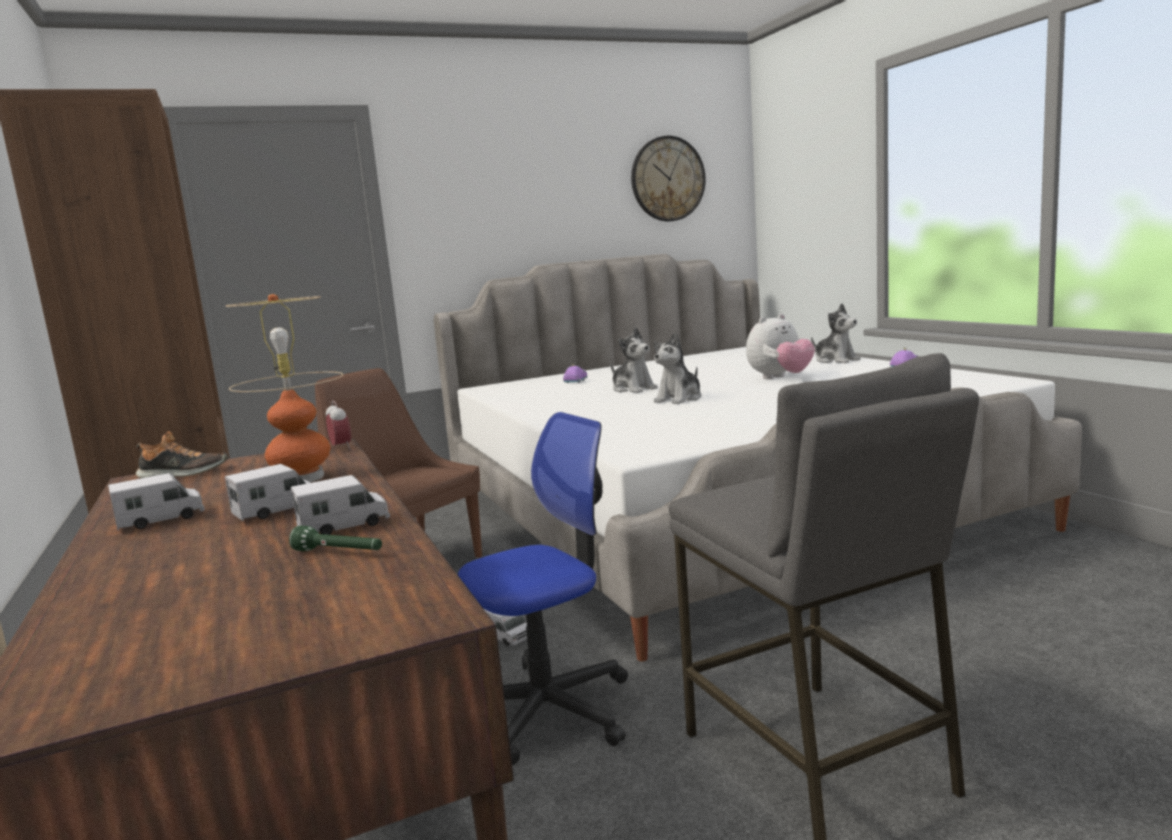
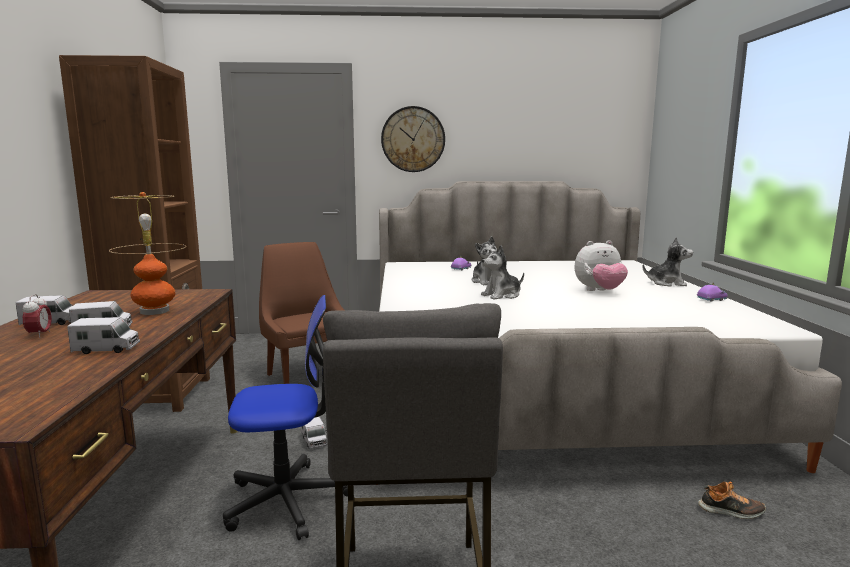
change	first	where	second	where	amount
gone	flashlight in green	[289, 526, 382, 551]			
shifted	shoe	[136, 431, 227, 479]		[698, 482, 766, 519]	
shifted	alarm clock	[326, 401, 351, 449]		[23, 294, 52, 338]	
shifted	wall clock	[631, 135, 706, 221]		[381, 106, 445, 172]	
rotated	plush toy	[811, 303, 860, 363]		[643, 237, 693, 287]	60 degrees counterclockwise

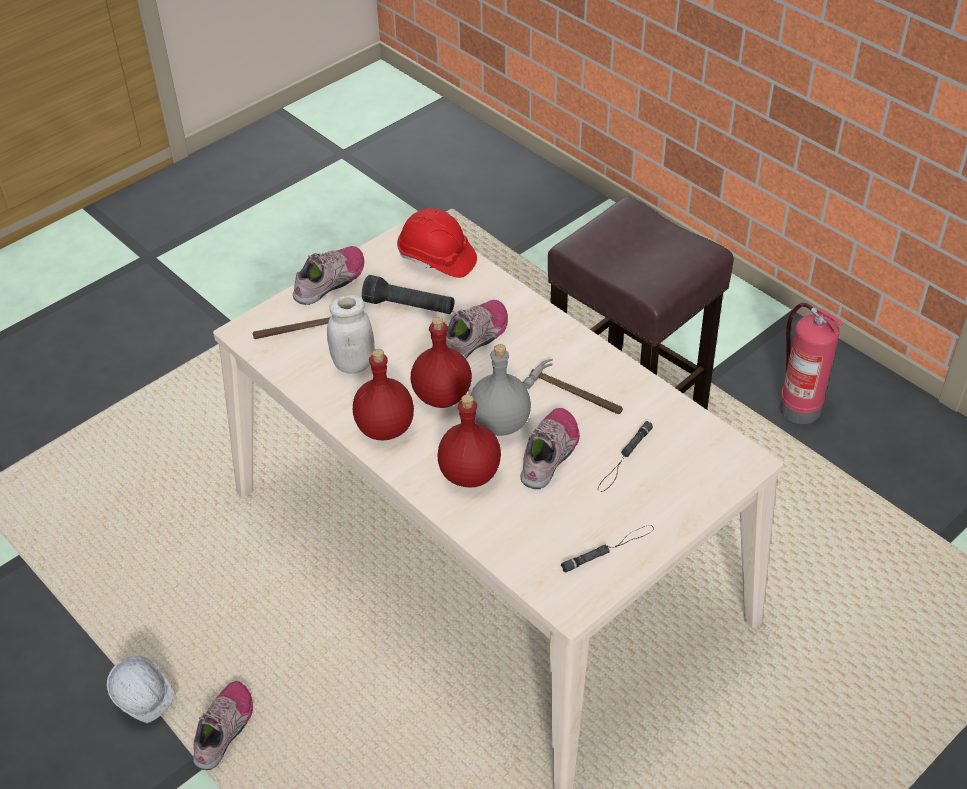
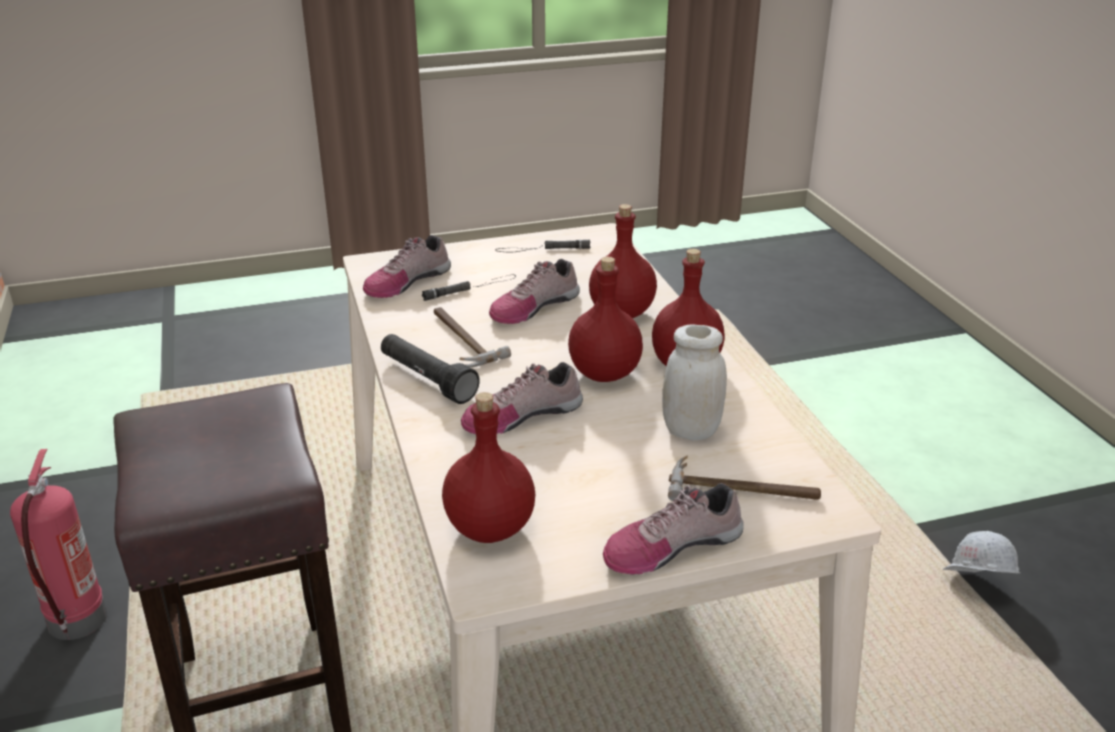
change	first	where	second	where	amount
gone	bottle in grey	[471, 344, 531, 436]			
shifted	shoe	[193, 681, 253, 770]		[363, 235, 451, 298]	
shifted	flashlight in black	[362, 275, 454, 314]		[381, 334, 480, 404]	
swapped	hard hat in red	[397, 208, 477, 278]	bottle in red	[442, 392, 535, 543]	

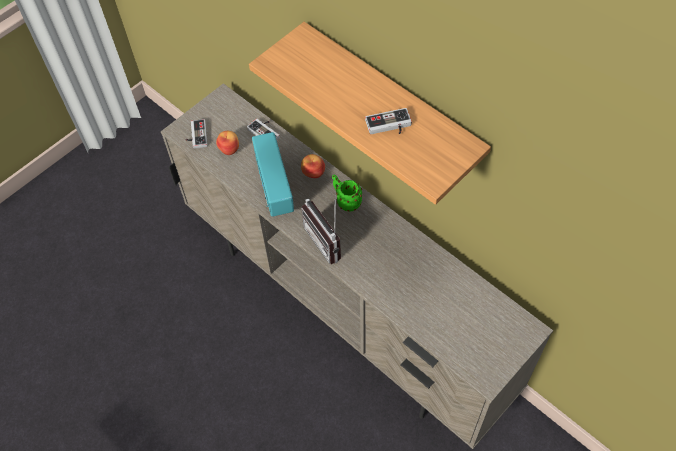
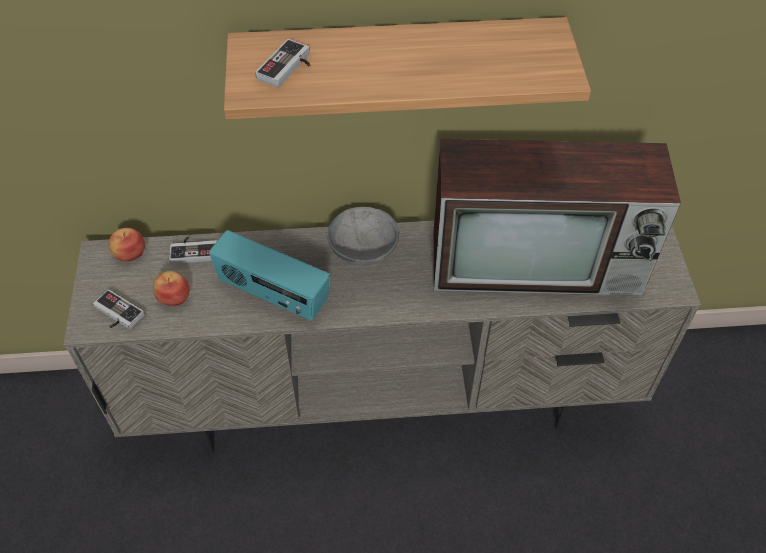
change	first	where	second	where	amount
gone	radio	[301, 195, 341, 264]			
new			television	[433, 139, 681, 296]	
shifted	apple	[301, 154, 325, 178]		[108, 228, 145, 261]	
shifted	game controller	[365, 108, 412, 134]		[255, 39, 310, 88]	
swapped	mug in green	[332, 175, 362, 212]	bowl in grey	[327, 207, 399, 266]	

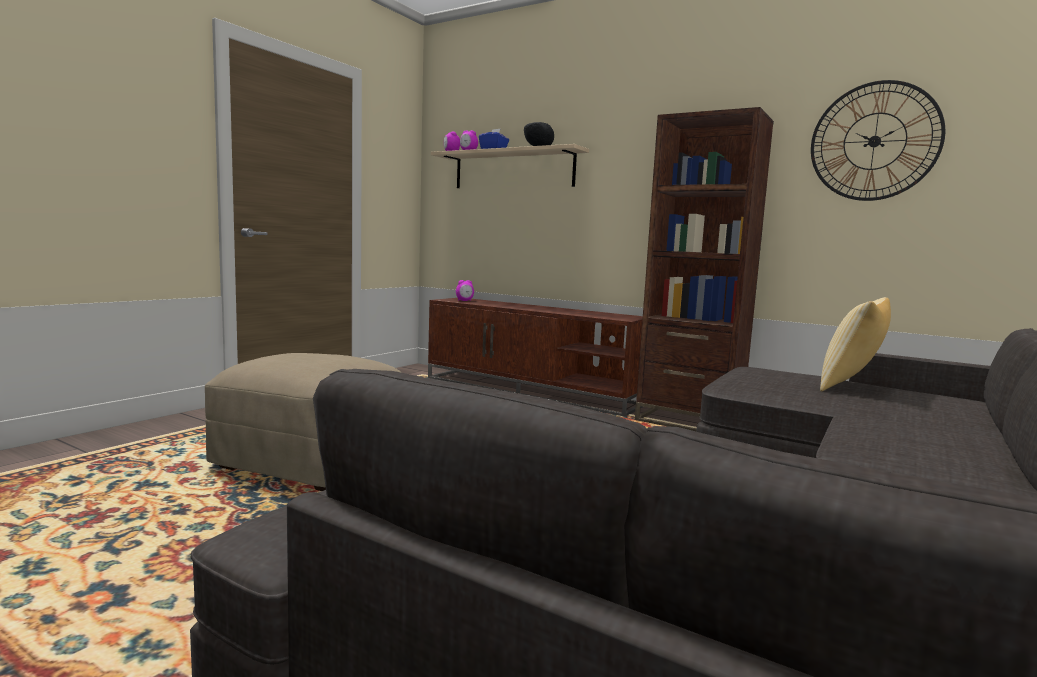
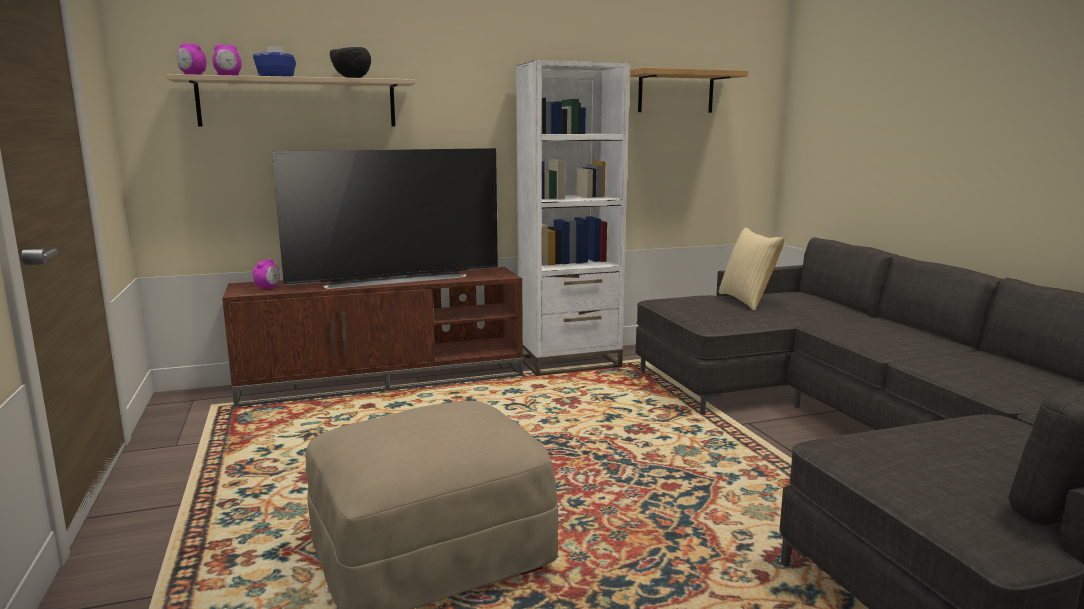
change	first	where	second	where	amount
new			television	[272, 148, 498, 289]	
swapped	wall clock	[811, 80, 945, 201]	shelf	[630, 67, 748, 113]	
repainted	bookcase in brown	[635, 107, 774, 431]	bookcase in white	[516, 60, 630, 376]	

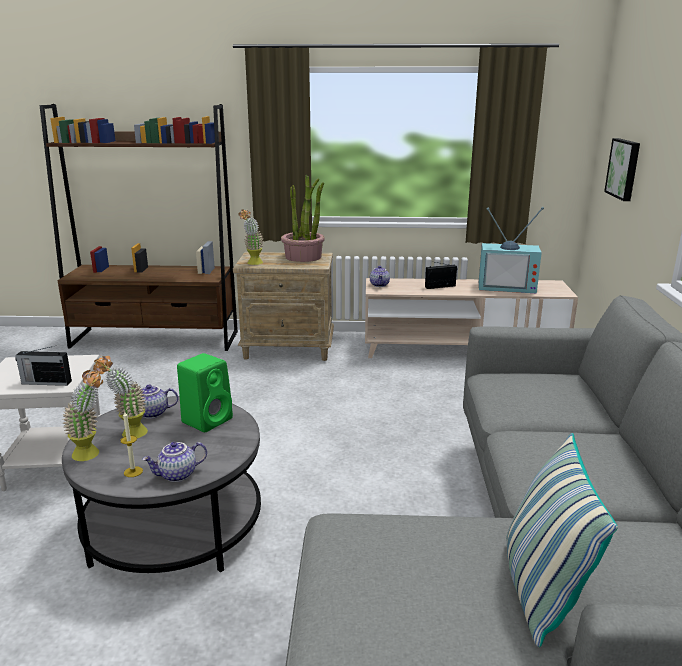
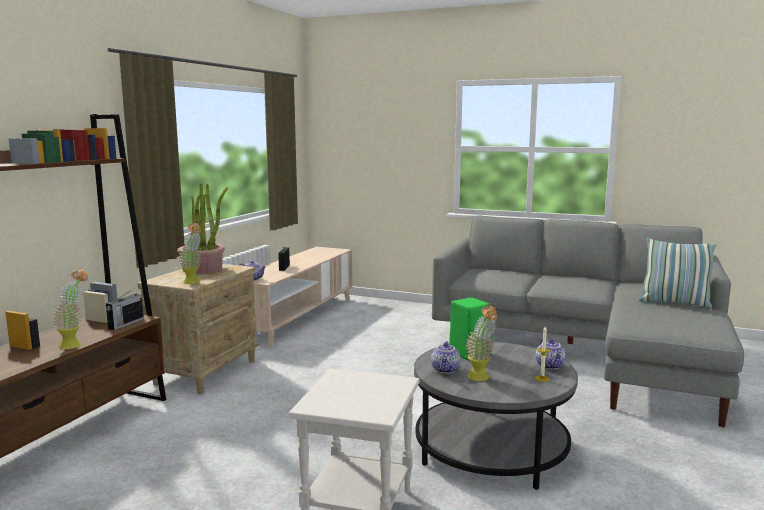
change	first	where	second	where	amount
gone	television	[479, 207, 544, 293]			
gone	picture	[604, 138, 640, 201]			
shifted	radio	[15, 346, 72, 386]		[106, 289, 144, 330]	
shifted	potted plant	[62, 370, 103, 461]		[53, 269, 88, 349]	

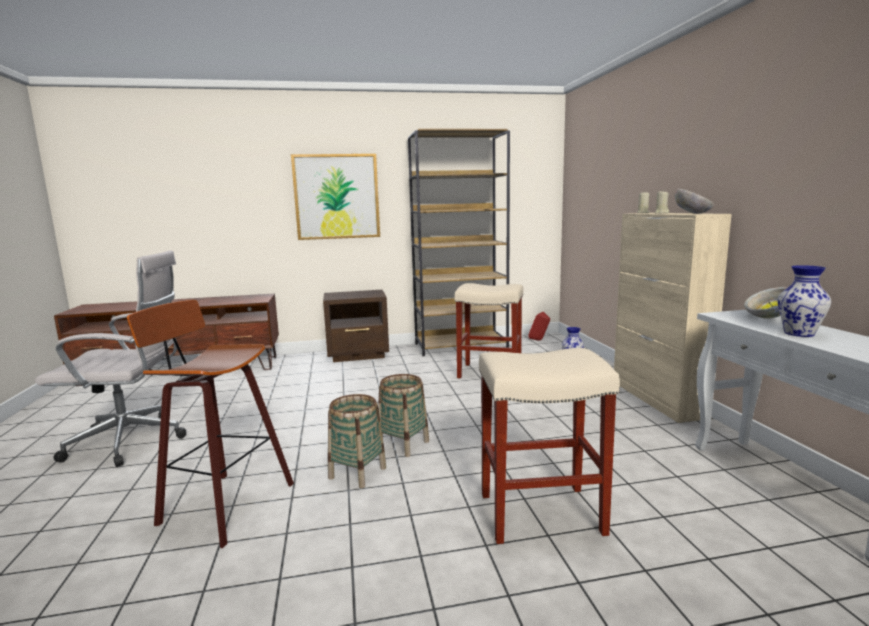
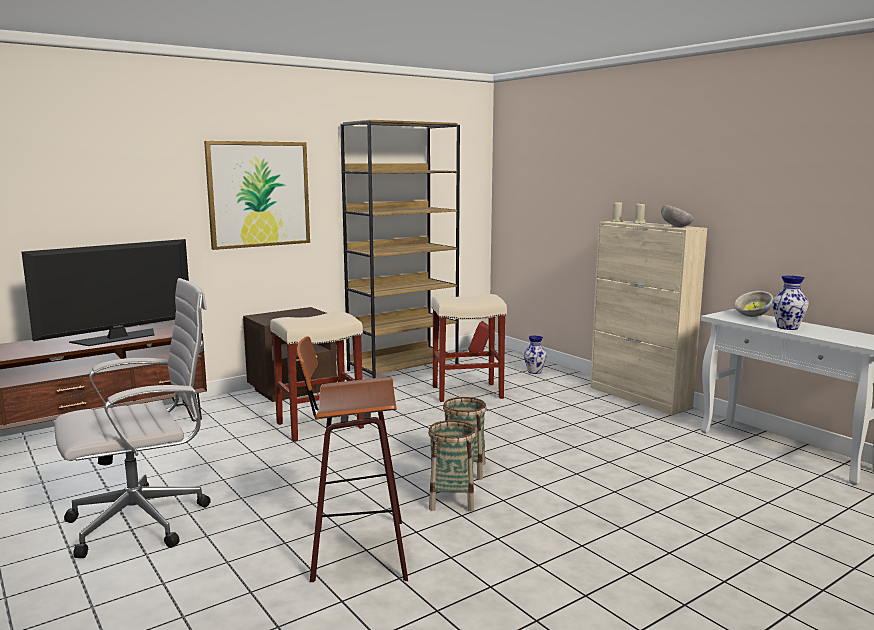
change	first	where	second	where	amount
new			television	[22, 239, 189, 346]	
shifted	stool in beige	[479, 348, 620, 544]		[270, 312, 364, 441]	

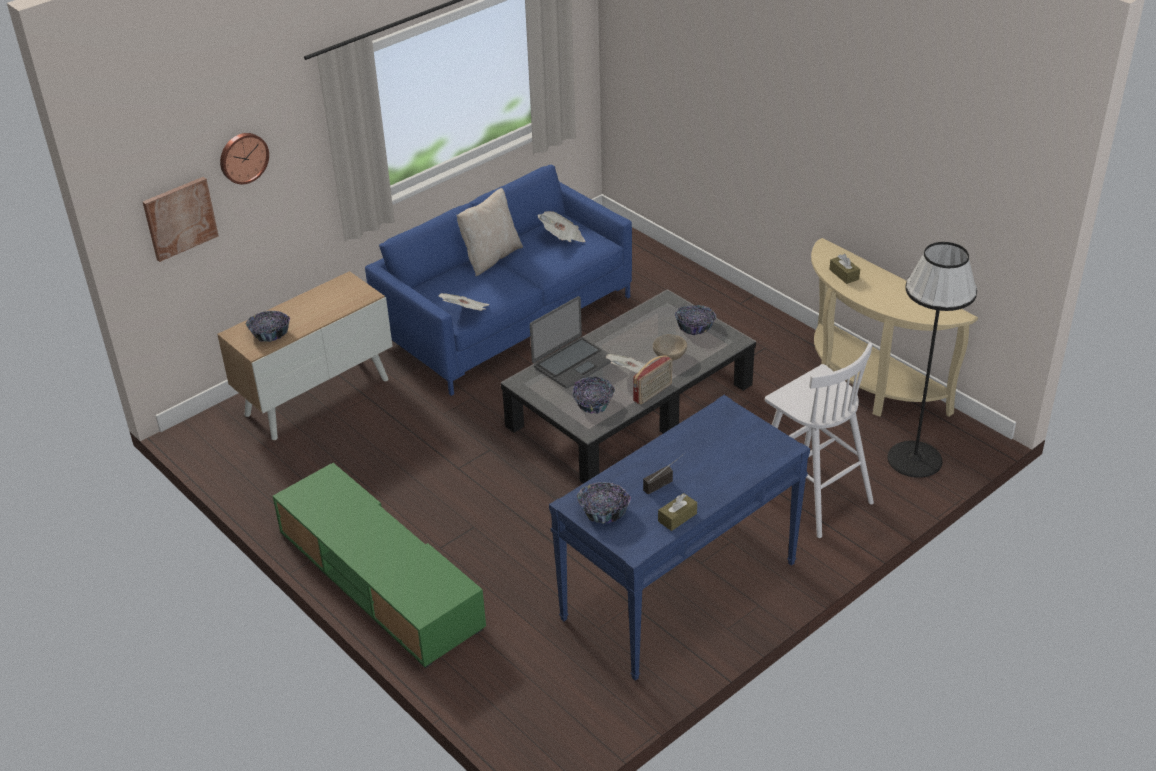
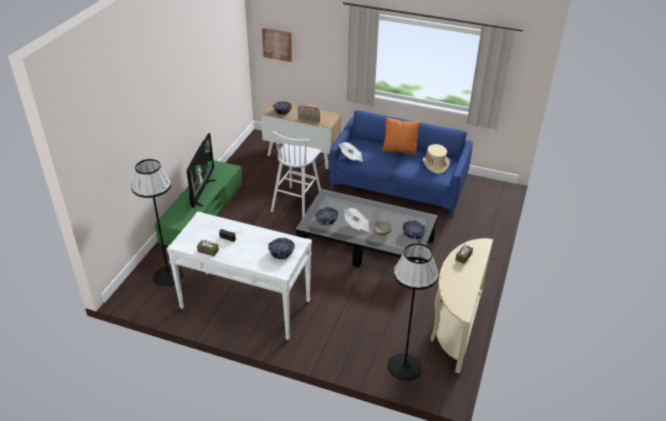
change	first	where	second	where	amount
gone	wall clock	[220, 133, 269, 184]			
gone	laptop	[530, 296, 611, 389]			
new			floor lamp in black	[131, 159, 184, 287]	
new			television	[186, 133, 216, 208]	
shifted	bowl	[577, 482, 631, 524]		[268, 238, 295, 259]	
shifted	radio	[633, 355, 672, 405]		[298, 104, 320, 124]	
shifted	stool in white	[765, 342, 874, 538]		[271, 131, 321, 218]	
swapped	newspaper	[538, 211, 586, 242]	hat in beige	[423, 144, 450, 174]	
repainted	pillow in beige	[457, 188, 523, 276]	pillow in orange	[382, 118, 420, 156]	
repainted	console table in blue	[549, 395, 810, 681]	console table in white	[167, 211, 312, 340]	

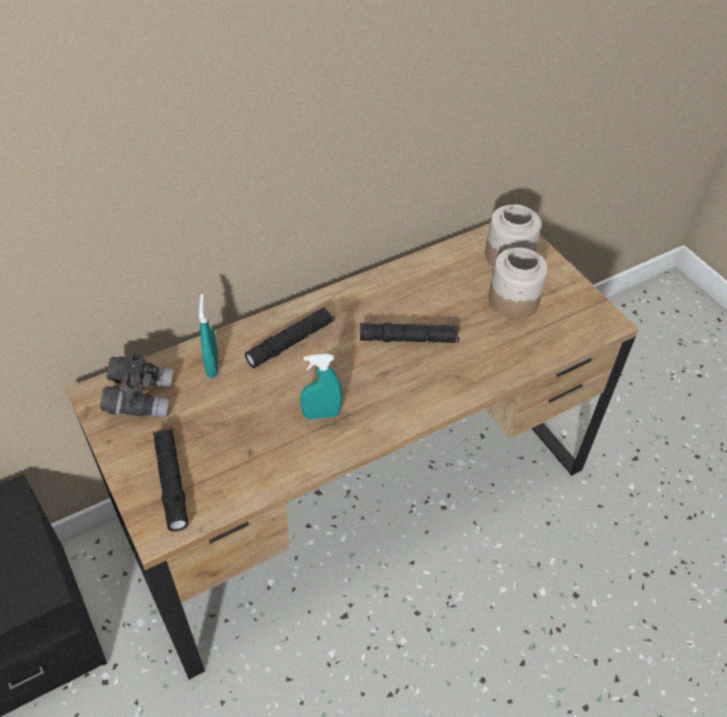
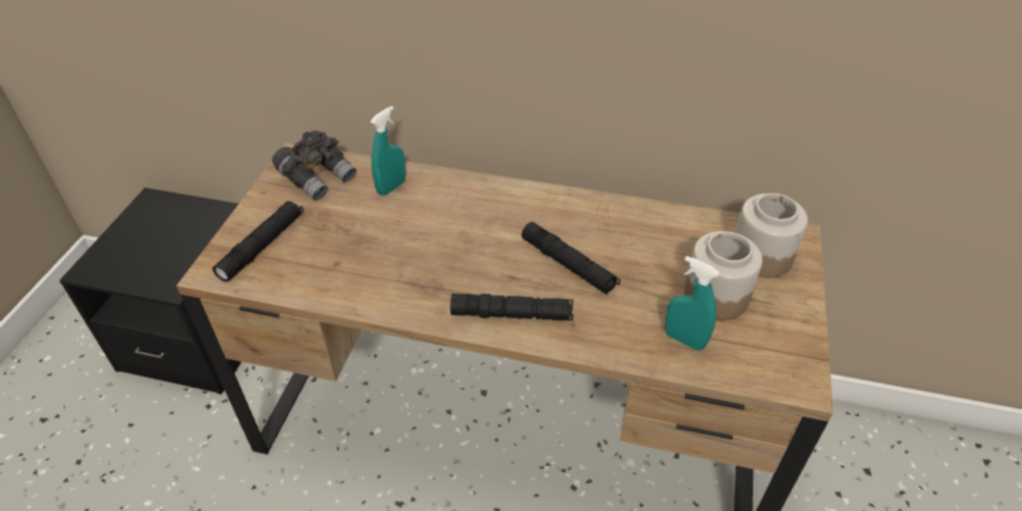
change	first	where	second	where	amount
shifted	flashlight in black	[245, 307, 335, 368]		[450, 293, 573, 321]	
shifted	spray bottle in turquoise	[300, 354, 342, 420]		[665, 256, 719, 350]	

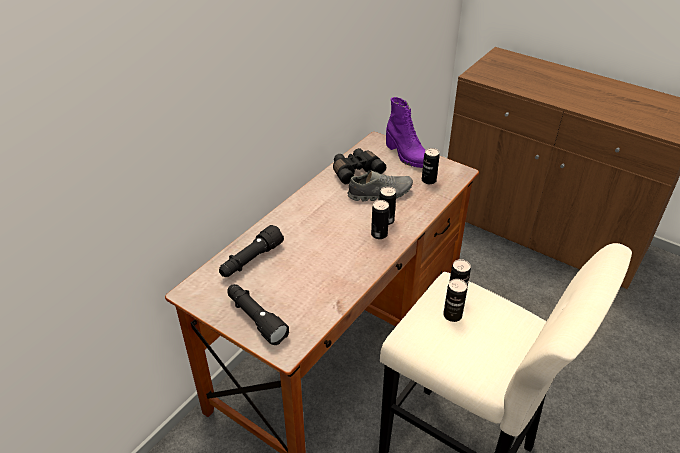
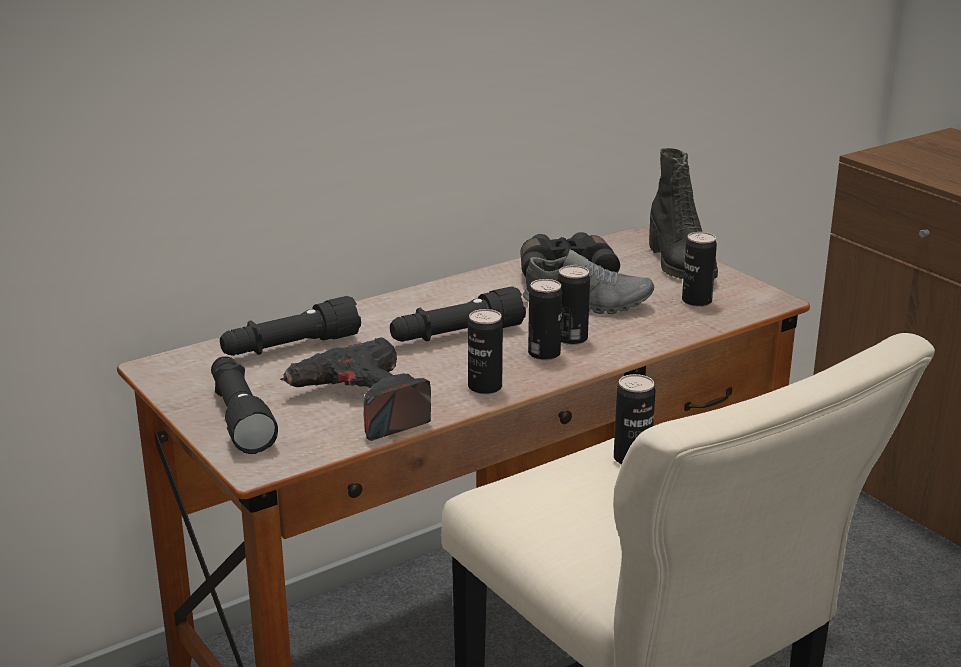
change	first	where	second	where	amount
new			power drill	[280, 338, 431, 441]	
new			flashlight in black	[390, 286, 526, 342]	
shifted	can	[443, 279, 467, 322]		[468, 309, 503, 395]	
repainted	boot in purple	[386, 97, 425, 168]	boot in black	[649, 148, 718, 279]	

